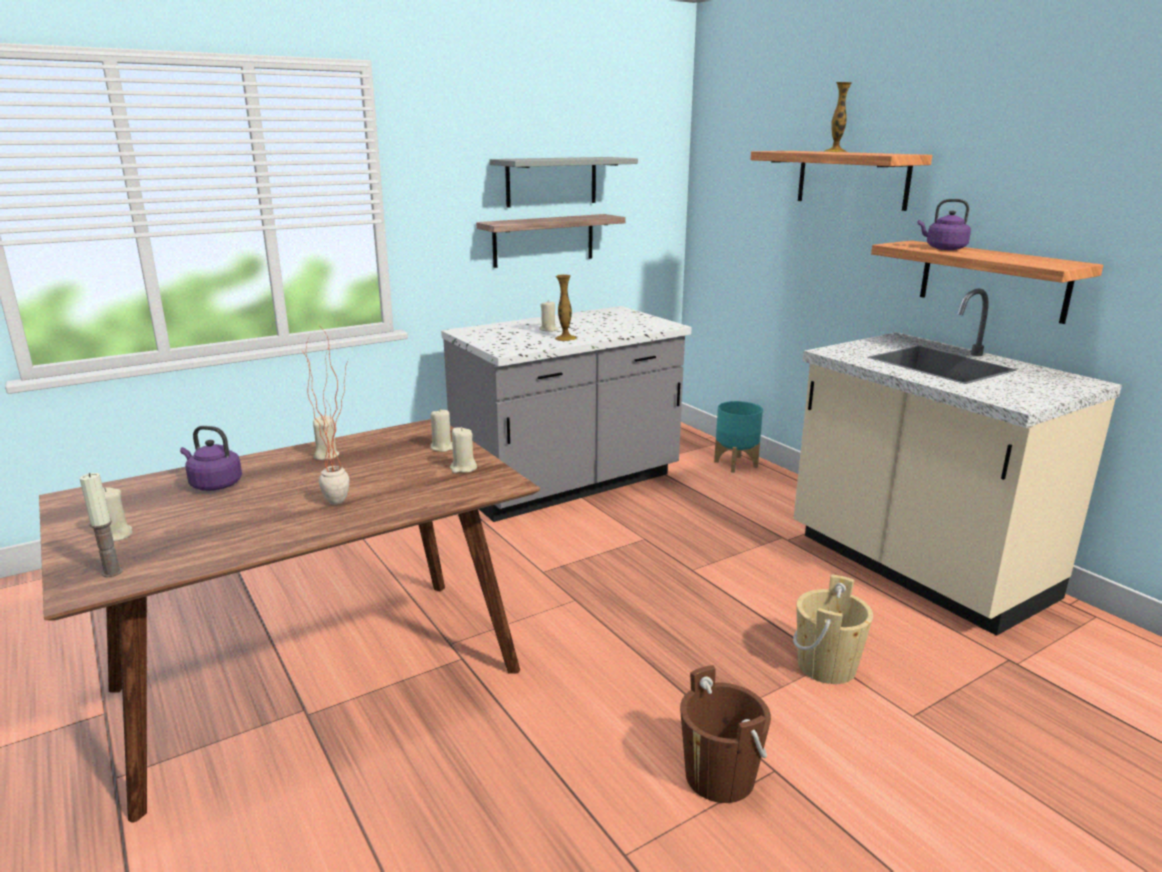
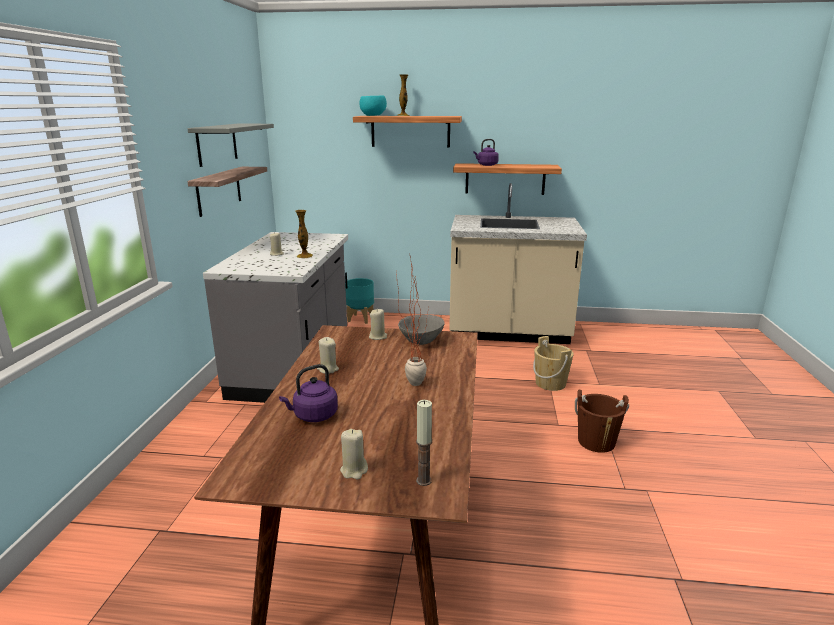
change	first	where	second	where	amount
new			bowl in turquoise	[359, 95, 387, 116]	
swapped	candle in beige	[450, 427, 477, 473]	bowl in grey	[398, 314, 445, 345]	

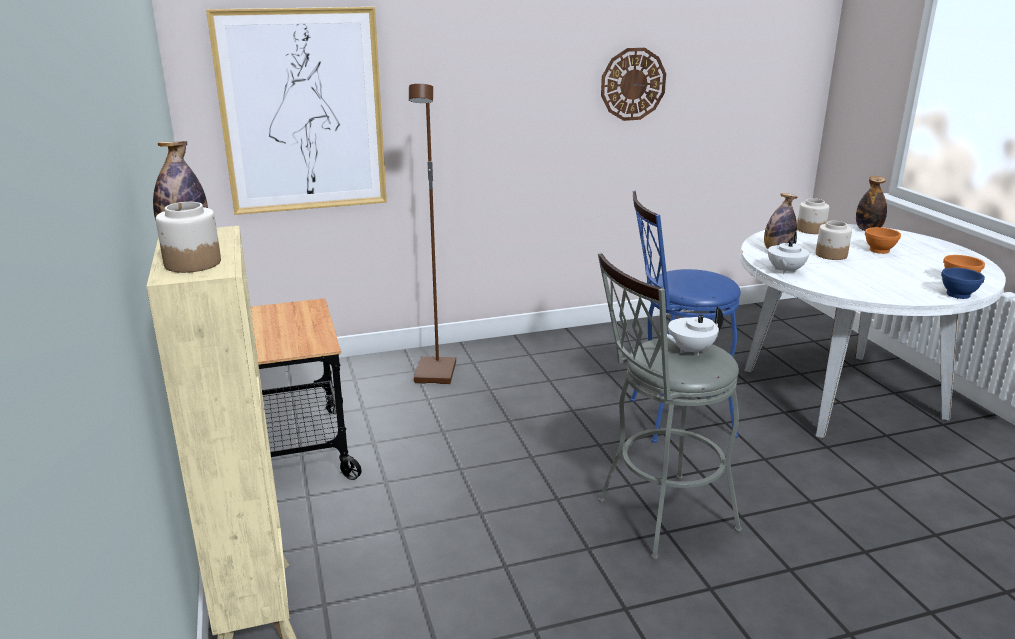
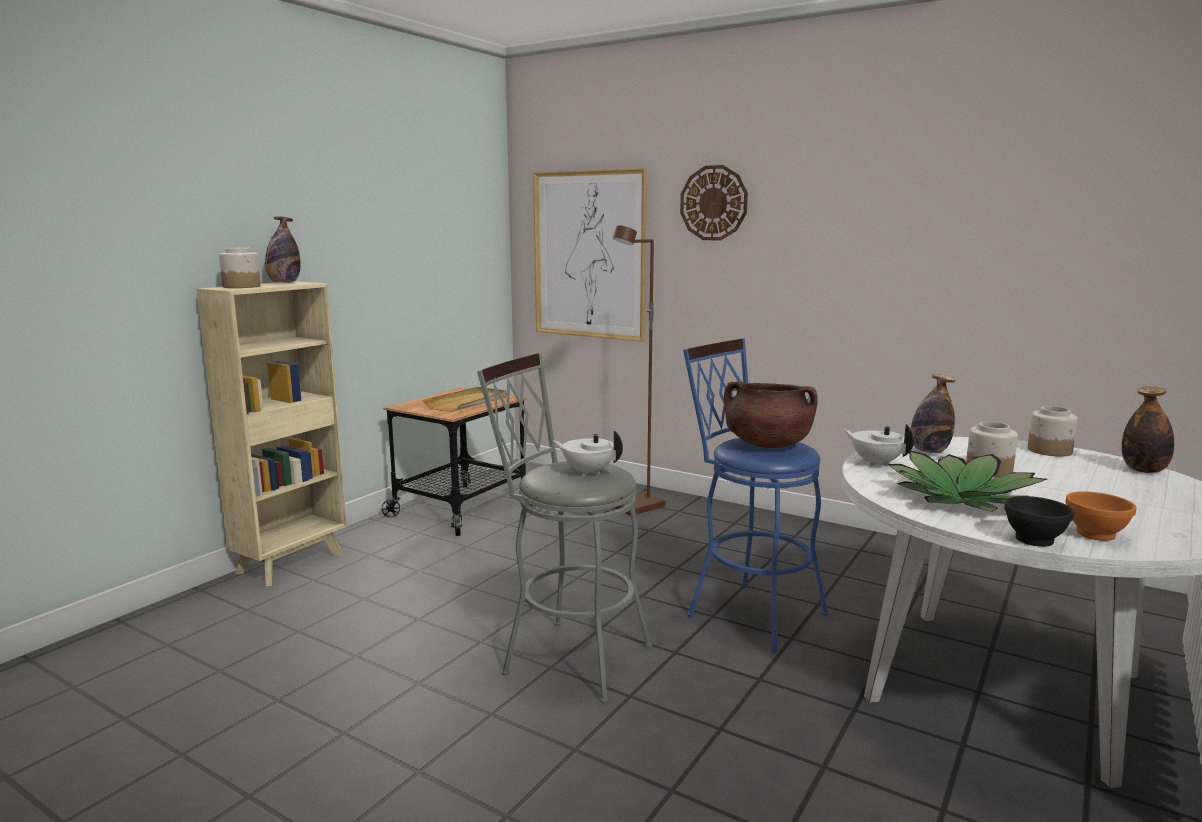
change	first	where	second	where	amount
gone	bowl in orange	[865, 227, 901, 254]			
new			tray in beige	[423, 387, 507, 412]	
new			cooking pot in brown	[724, 382, 818, 448]	
new			potted plant	[888, 450, 1047, 512]	
shifted	wall clock	[601, 48, 666, 121]		[680, 165, 748, 241]	
repainted	bowl in blue	[941, 268, 985, 299]	bowl in black	[1004, 496, 1074, 547]	
rotated	teapot in white	[768, 232, 809, 274]		[843, 424, 914, 466]	60 degrees clockwise

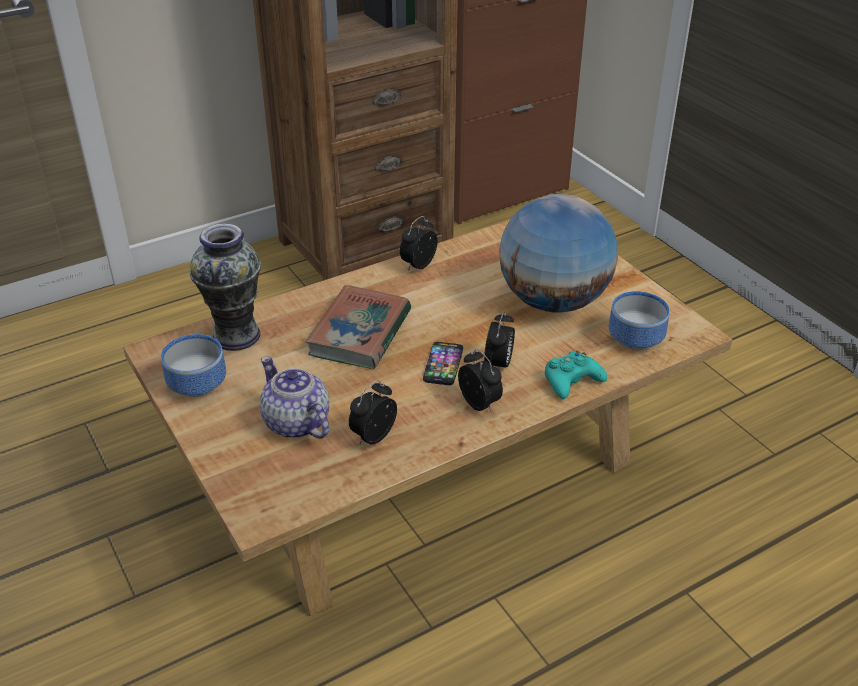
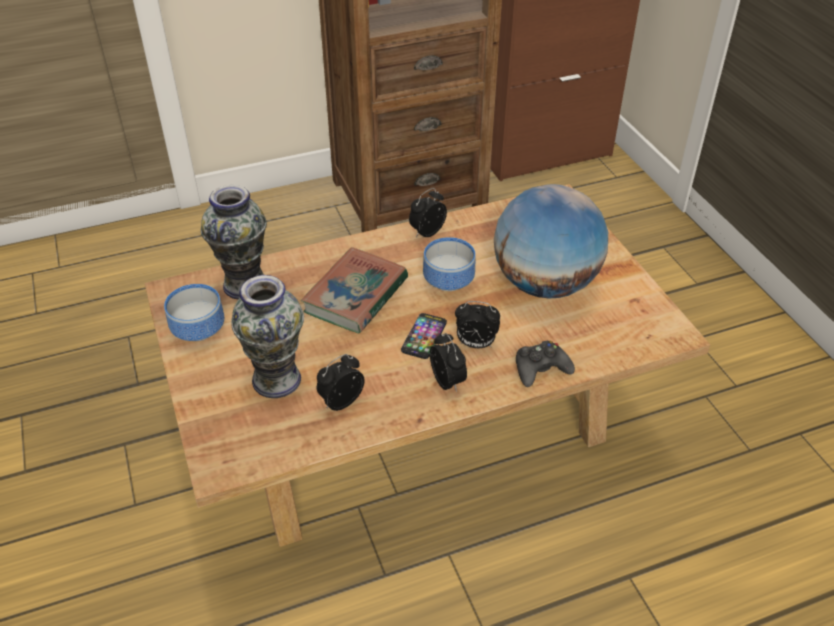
change	first	where	second	where	amount
shifted	bowl	[609, 291, 670, 350]		[423, 237, 476, 291]	
swapped	teapot	[260, 356, 329, 439]	vase	[231, 275, 304, 398]	
repainted	game controller in turquoise	[545, 351, 607, 399]	game controller in black	[516, 341, 575, 387]	
rotated	alarm clock	[484, 311, 515, 369]		[455, 301, 500, 348]	75 degrees clockwise

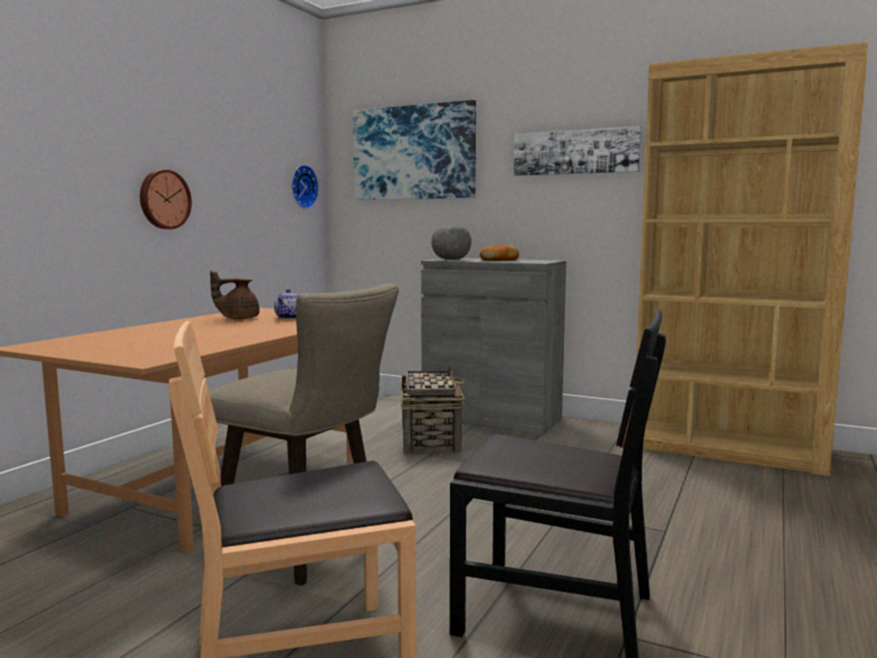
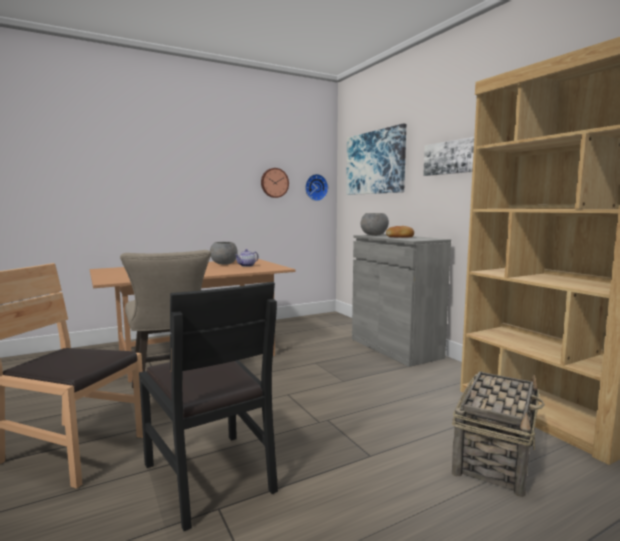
change	first	where	second	where	amount
shifted	wall clock	[140, 170, 192, 229]		[261, 168, 289, 198]	
shifted	basket	[400, 364, 466, 454]		[452, 371, 545, 497]	
swapped	teapot in brown	[210, 270, 259, 319]	bowl in grey	[210, 242, 238, 265]	

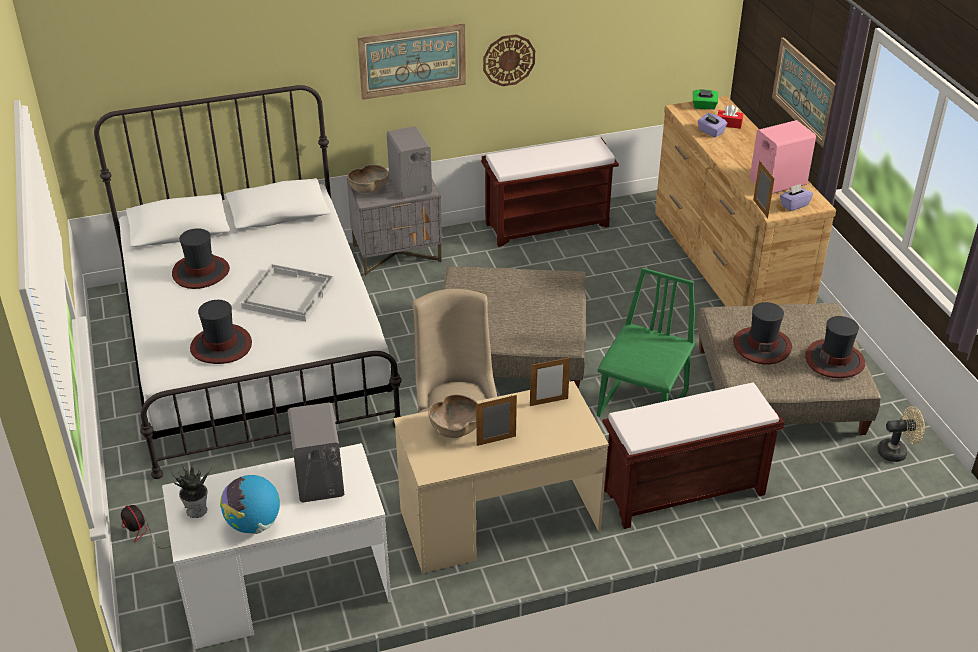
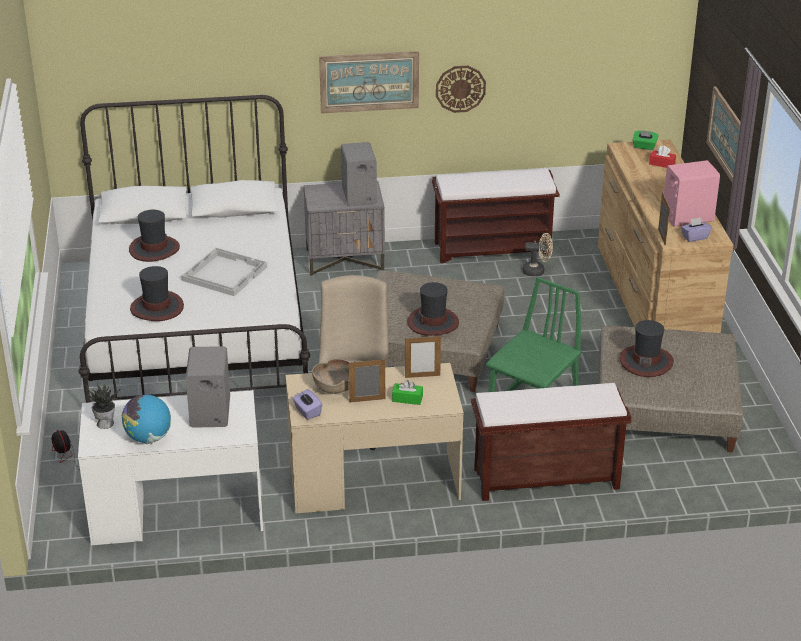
change	first	where	second	where	amount
gone	bowl in brown	[348, 164, 389, 193]			
new			tissue box in green	[392, 380, 423, 405]	
shifted	tissue box in purple	[697, 113, 727, 137]		[292, 389, 322, 420]	
shifted	hat	[805, 316, 865, 378]		[408, 282, 459, 336]	
shifted	fan in beige	[877, 406, 925, 462]		[522, 233, 553, 277]	

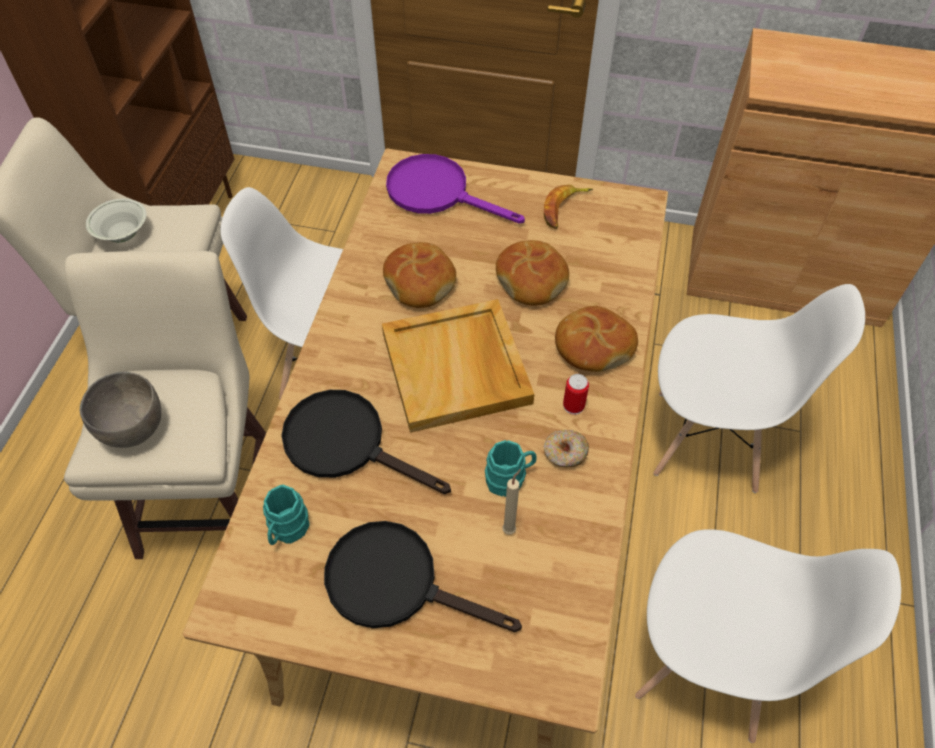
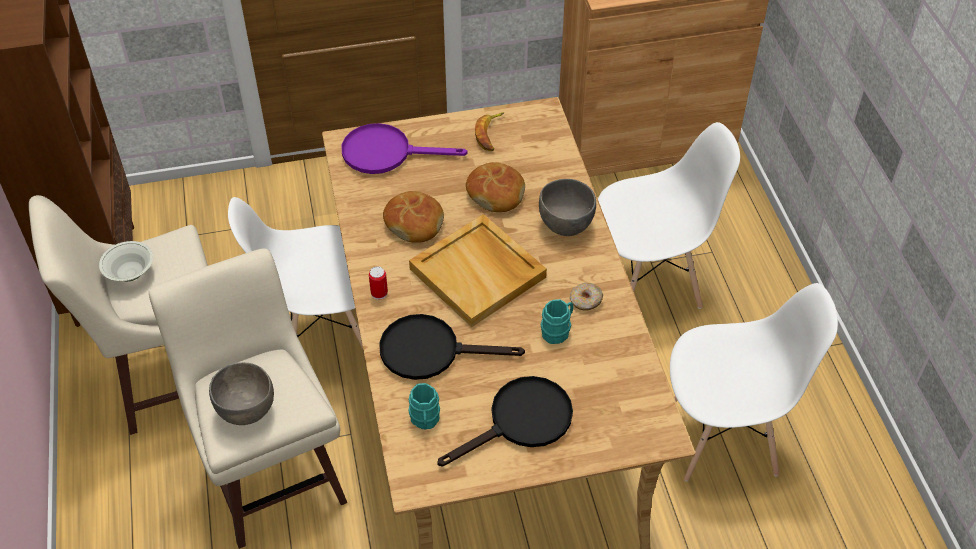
change	first	where	second	where	amount
gone	candle in beige	[502, 469, 521, 535]			
shifted	can	[563, 374, 589, 415]		[369, 266, 388, 300]	
swapped	bread	[555, 306, 638, 372]	bowl in grey	[539, 179, 596, 236]	
rotated	frying pan in black	[324, 521, 522, 632]		[437, 376, 573, 467]	150 degrees clockwise

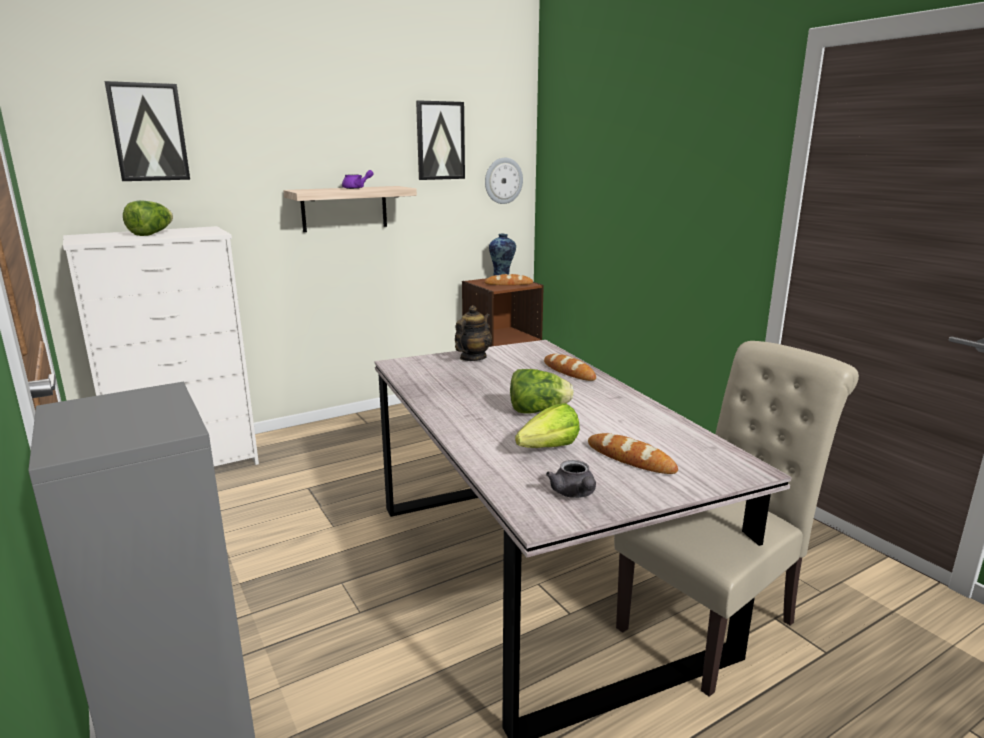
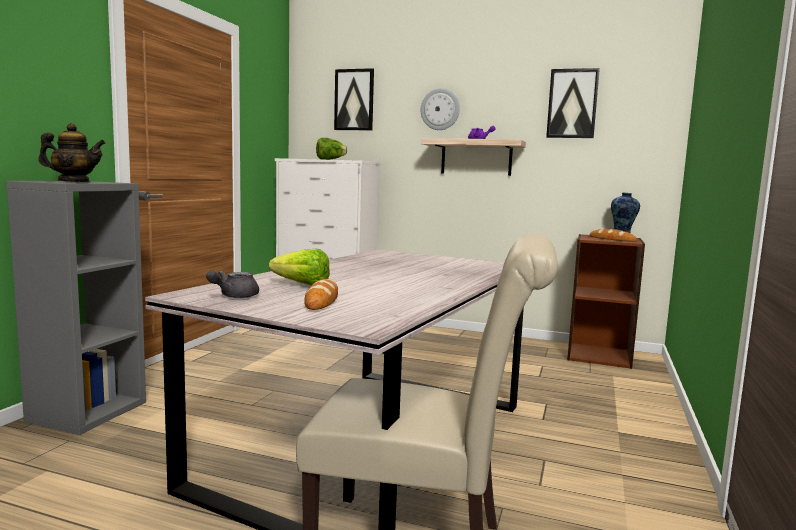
change	first	where	second	where	amount
gone	lettuce	[510, 369, 574, 413]			
gone	bread	[544, 354, 596, 381]			
shifted	teapot	[455, 305, 492, 361]		[38, 123, 106, 182]	
shifted	wall clock	[485, 158, 523, 204]		[421, 88, 460, 130]	

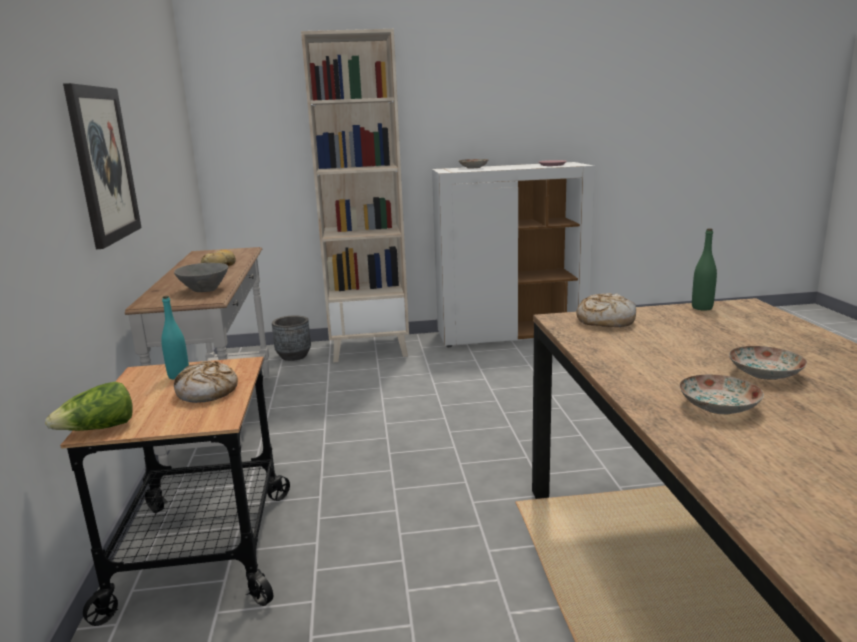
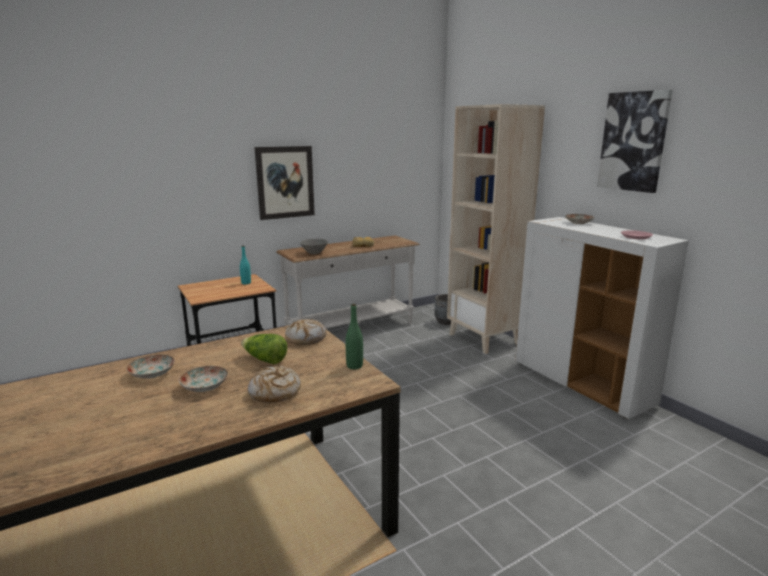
change	first	where	second	where	amount
new			picture	[597, 90, 673, 193]	
shifted	lettuce	[45, 382, 133, 431]		[241, 334, 287, 364]	
shifted	bread	[174, 361, 238, 403]		[248, 365, 301, 403]	

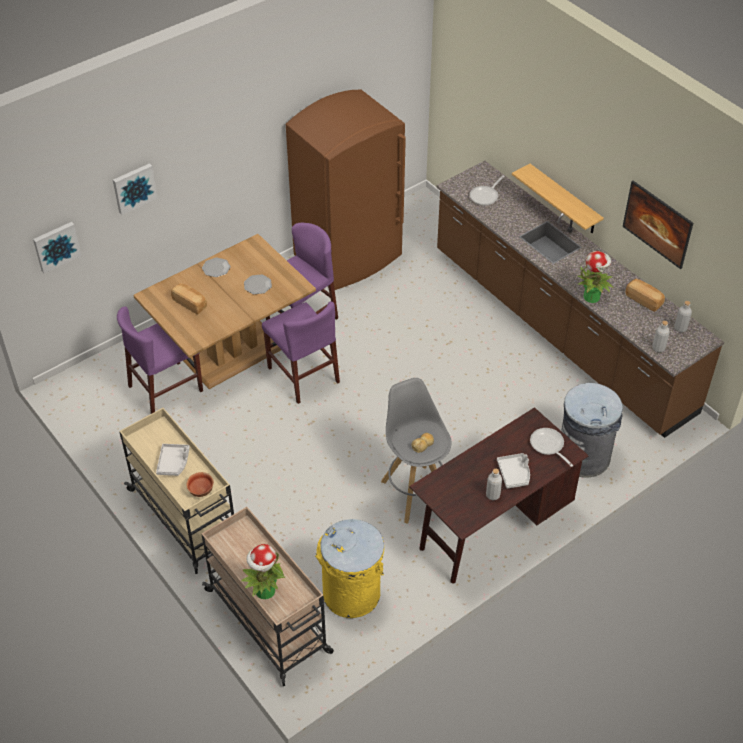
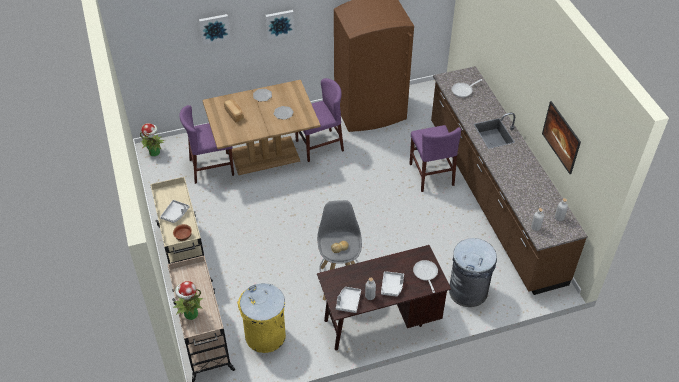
change	first	where	second	where	amount
gone	shelf	[512, 164, 604, 233]			
gone	bread	[625, 279, 665, 312]			
new			tray in grey	[336, 287, 361, 313]	
shifted	picture	[33, 222, 81, 273]		[265, 10, 295, 40]	
shifted	chair in purple	[262, 301, 340, 404]		[410, 125, 461, 192]	
shifted	potted plant	[577, 251, 613, 303]		[140, 123, 165, 156]	

